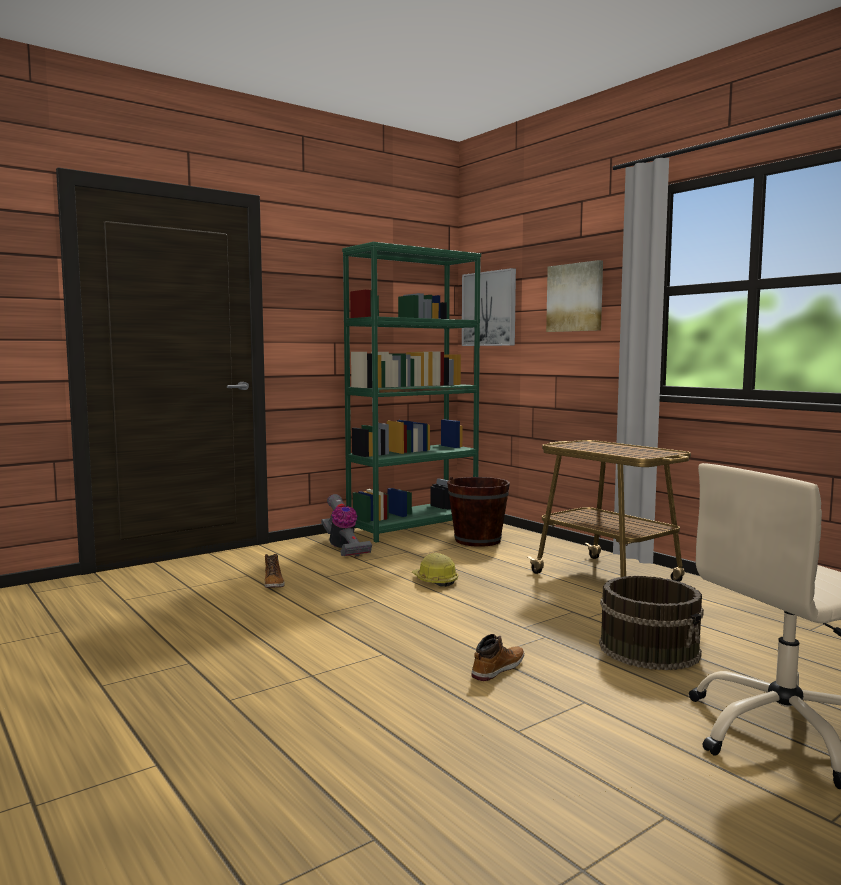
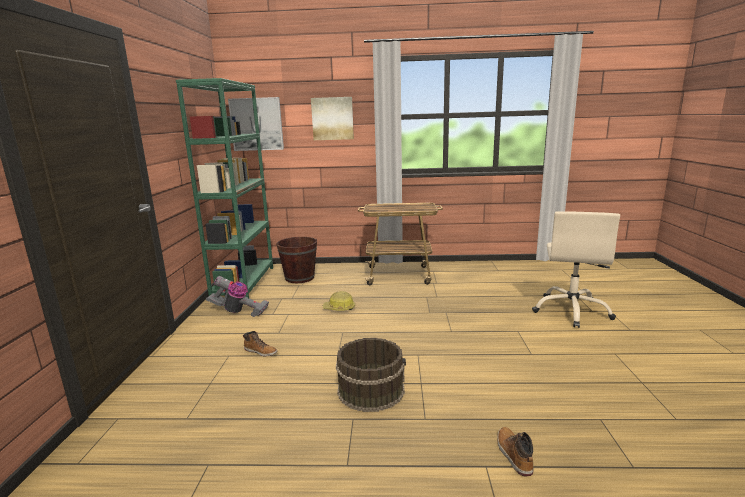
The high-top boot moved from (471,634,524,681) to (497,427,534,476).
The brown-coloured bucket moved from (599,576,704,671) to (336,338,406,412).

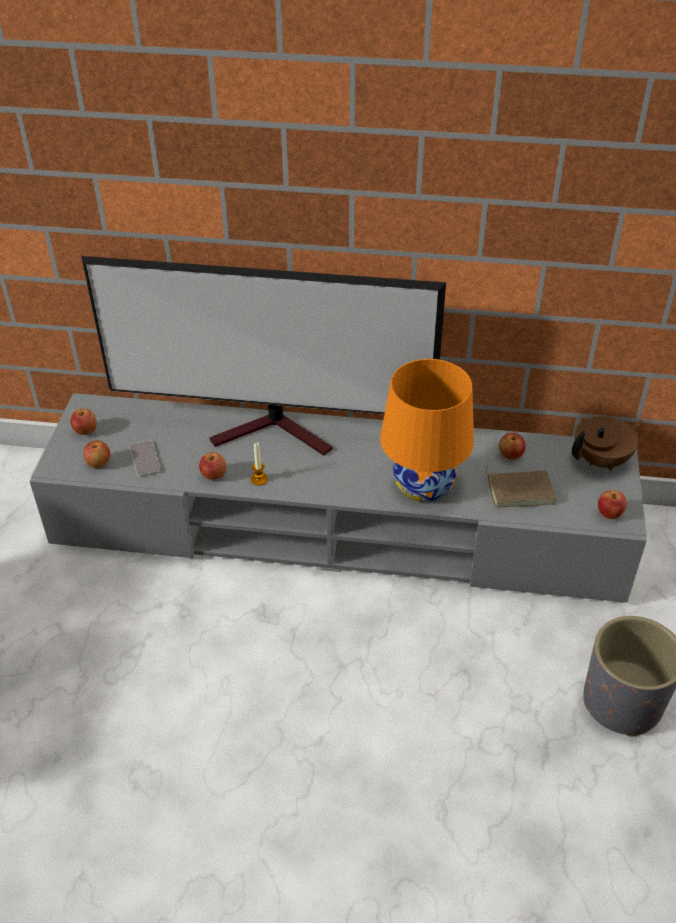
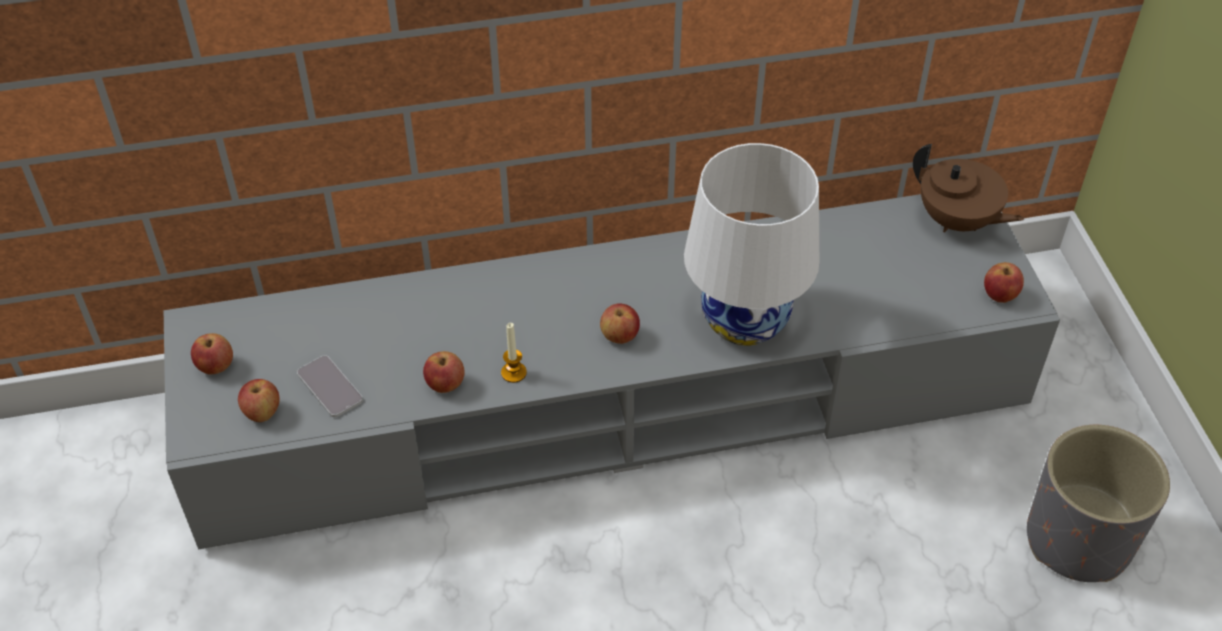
The TV set at (81,256,446,456) disappeared.
The orangey tabletop lamp at (380,359,474,502) became the whitish tabletop lamp at (684,143,819,346).
The brown-coloured book at (486,465,556,508) disappeared.
The apple fruit moved from (499,433,526,460) to (600,304,640,344).
The brown-coloured pot for tea at (572,416,645,470) turned 90 degrees clockwise.

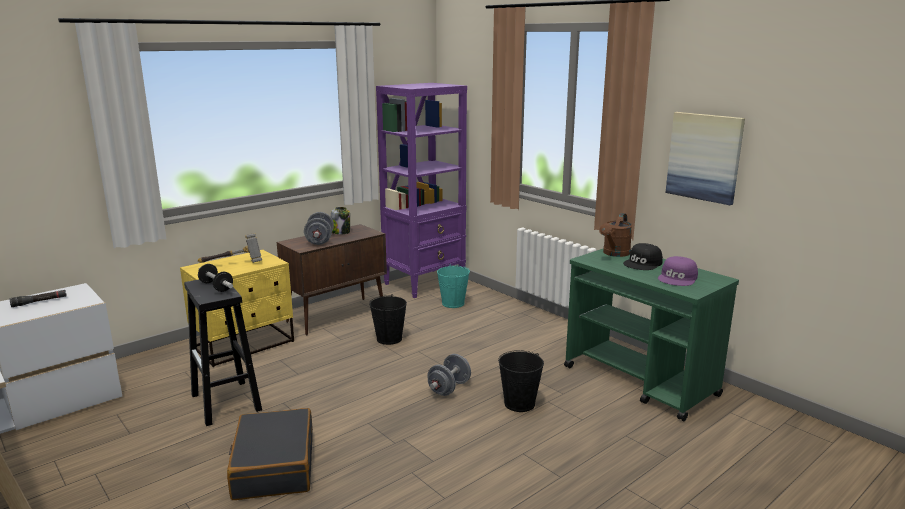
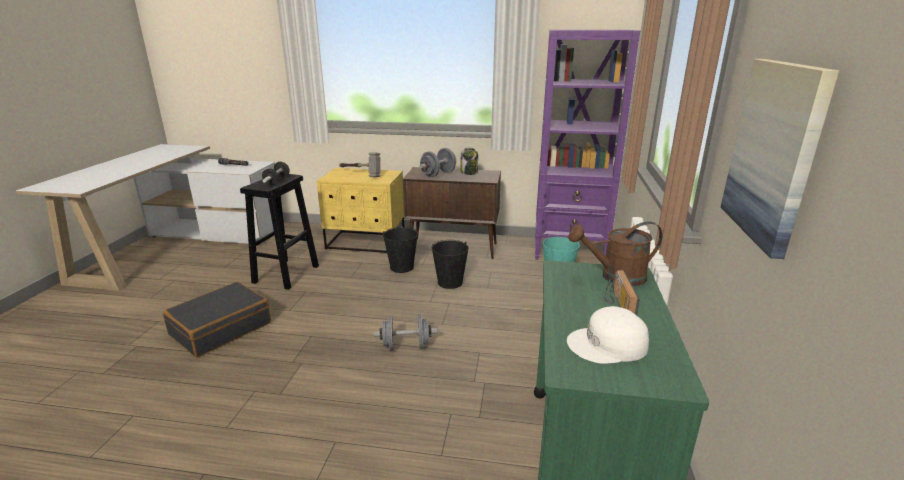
The black bucket moved from (498,350,544,412) to (383,227,418,273).
The black cap at (623,243,663,270) was replaced by the radio receiver at (605,270,640,315).
The purplish cap at (658,256,698,286) became the whitish cap at (567,306,649,364).

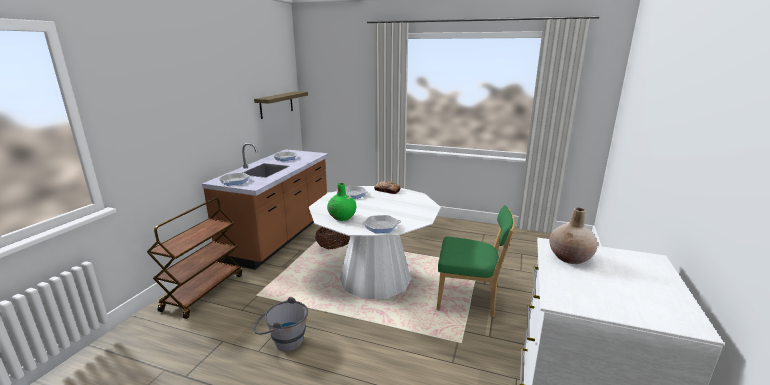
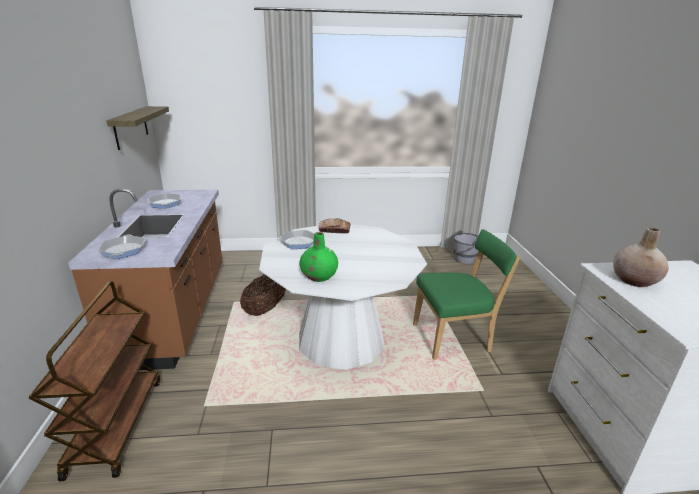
The greyish bucket moved from (254,297,308,351) to (445,230,478,264).
The pan at (361,215,401,233) disappeared.

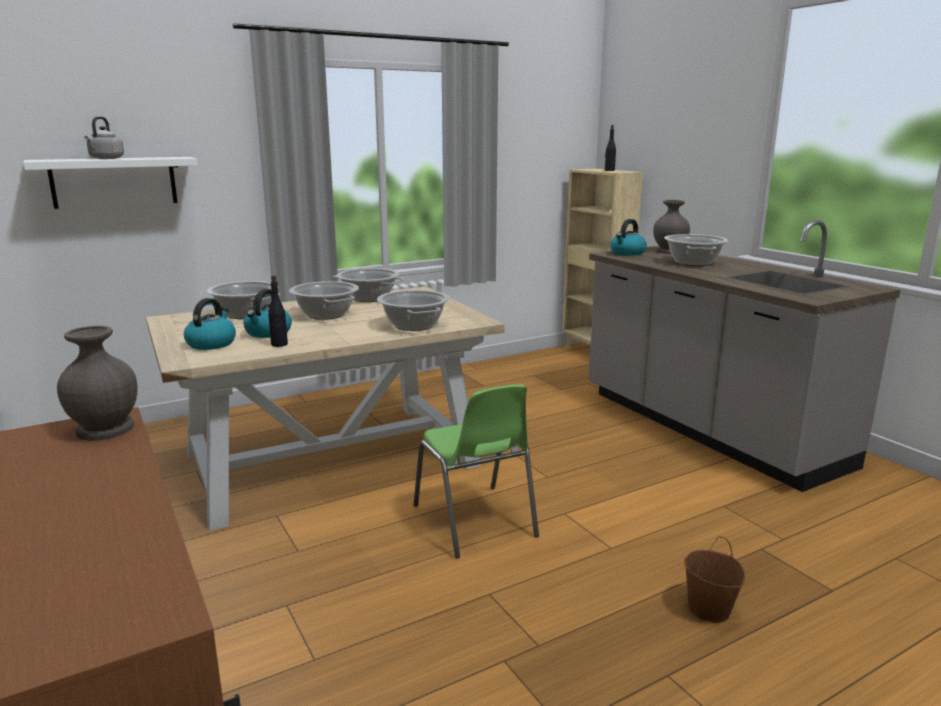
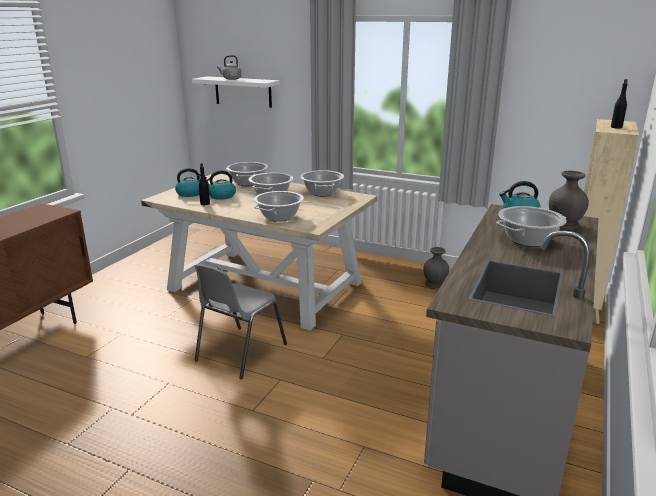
The greyish vase moved from (57,326,138,441) to (423,247,449,288).
The greenish plain chair at (414,384,539,558) became the greyish plain chair at (194,264,287,379).
The brown-coloured bucket at (684,536,745,623) disappeared.

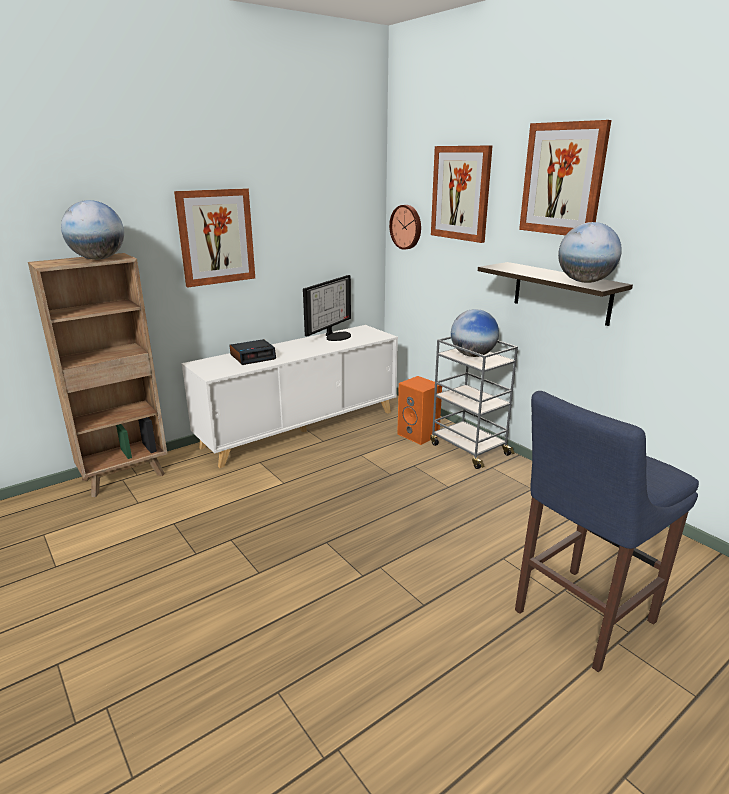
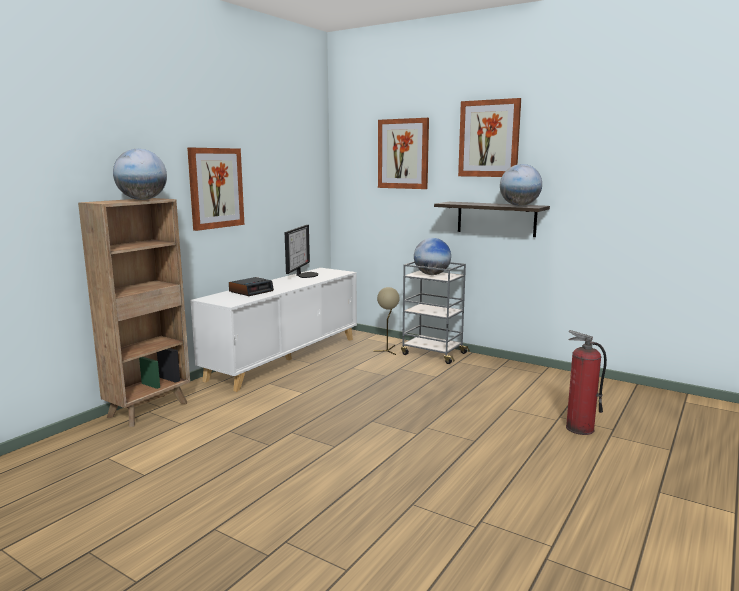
The wall clock at (389,205,421,250) disappeared.
The orangey speaker at (397,376,442,445) was replaced by the beige-coloured tabletop lamp at (373,287,400,355).
The blue sitting stool at (515,391,699,672) was replaced by the extinguisher at (566,330,607,435).

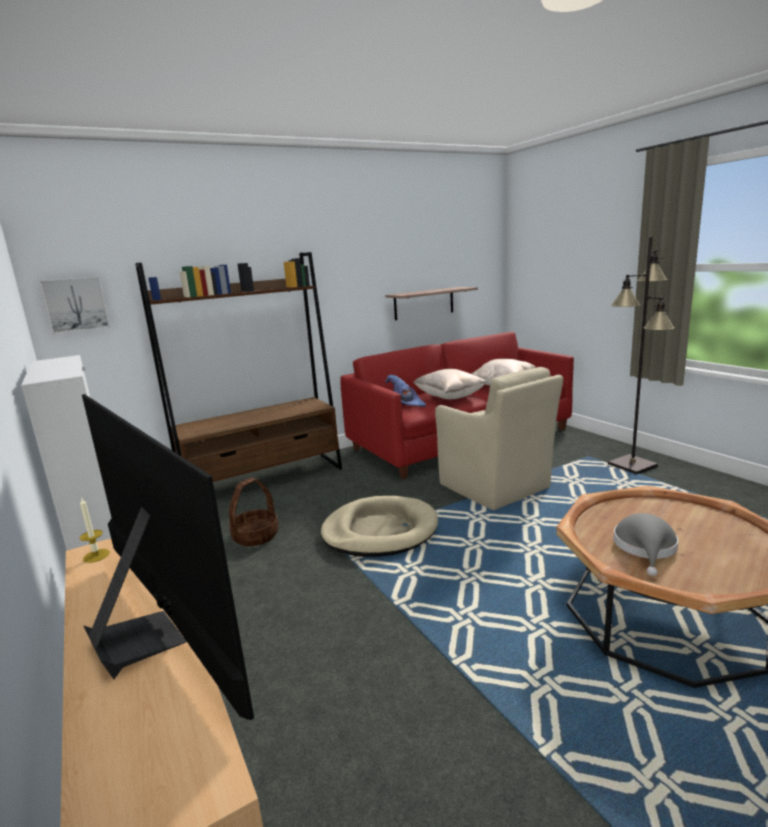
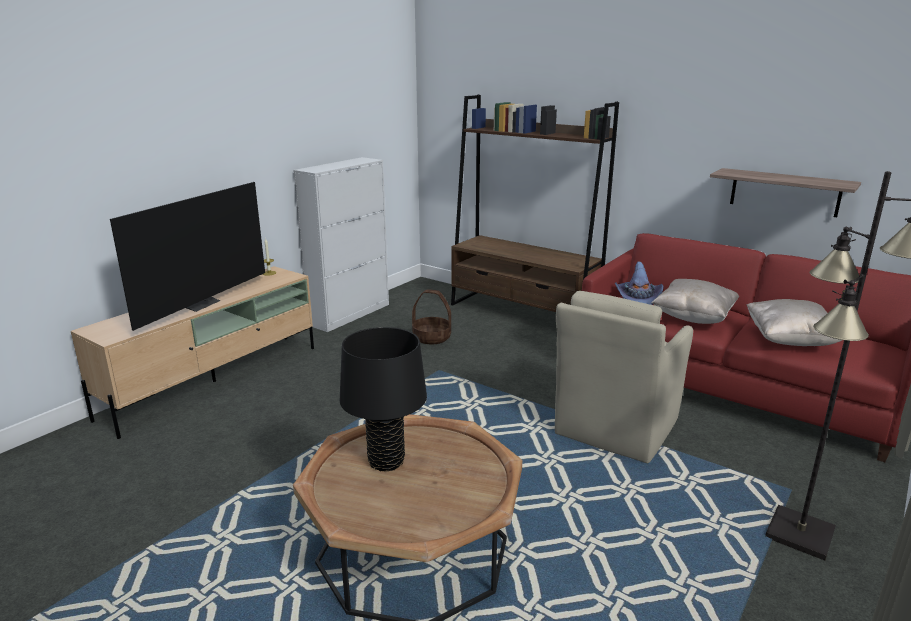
The wall art at (40,277,110,334) disappeared.
The beige-coloured pet bed at (321,496,438,557) disappeared.
The greyish wearable hat at (613,513,678,576) was replaced by the black tabletop lamp at (340,327,427,472).

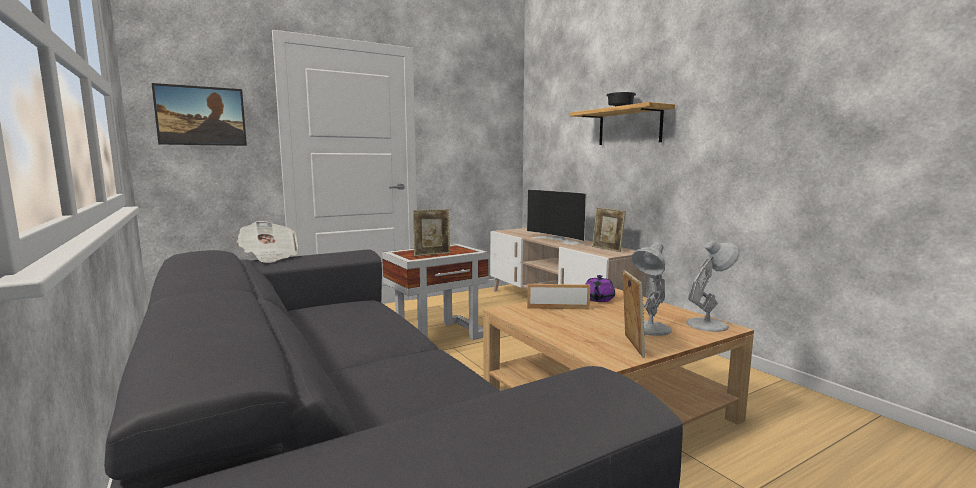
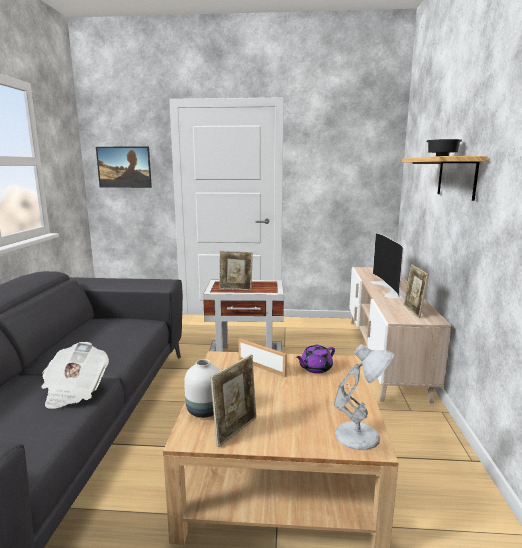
The printed paper moved from (237,221,298,263) to (41,342,109,409).
The whitish tabletop lamp at (632,242,671,336) disappeared.
The whitish vase at (184,359,220,418) appeared.

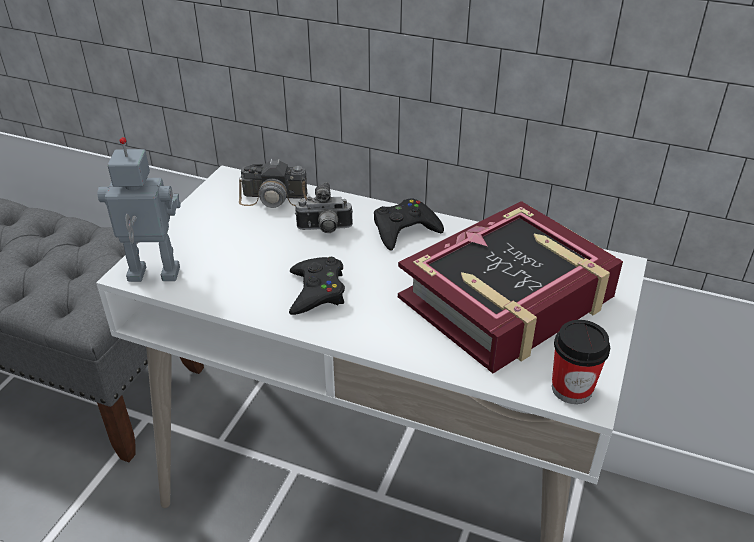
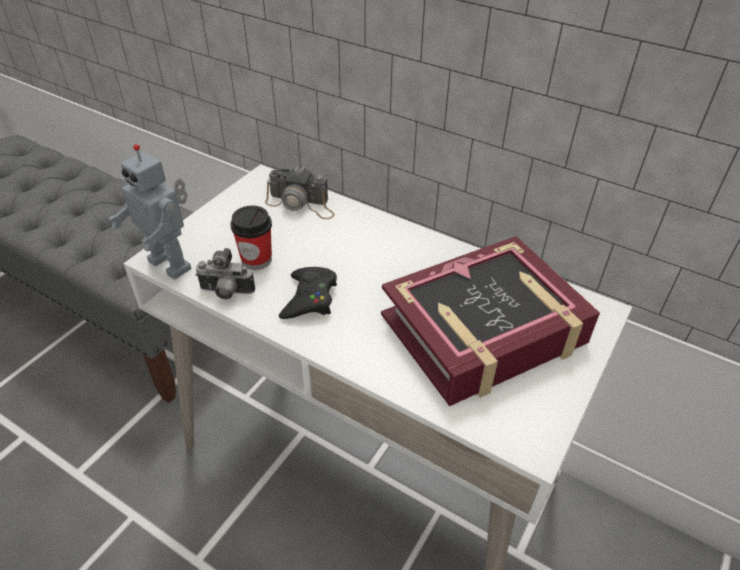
The toy robot at (98,137,181,282) turned 150 degrees counterclockwise.
The still camera moved from (295,182,353,233) to (195,248,255,300).
The black joypad at (374,198,444,251) disappeared.
The drinking cup moved from (552,320,610,404) to (230,206,272,270).

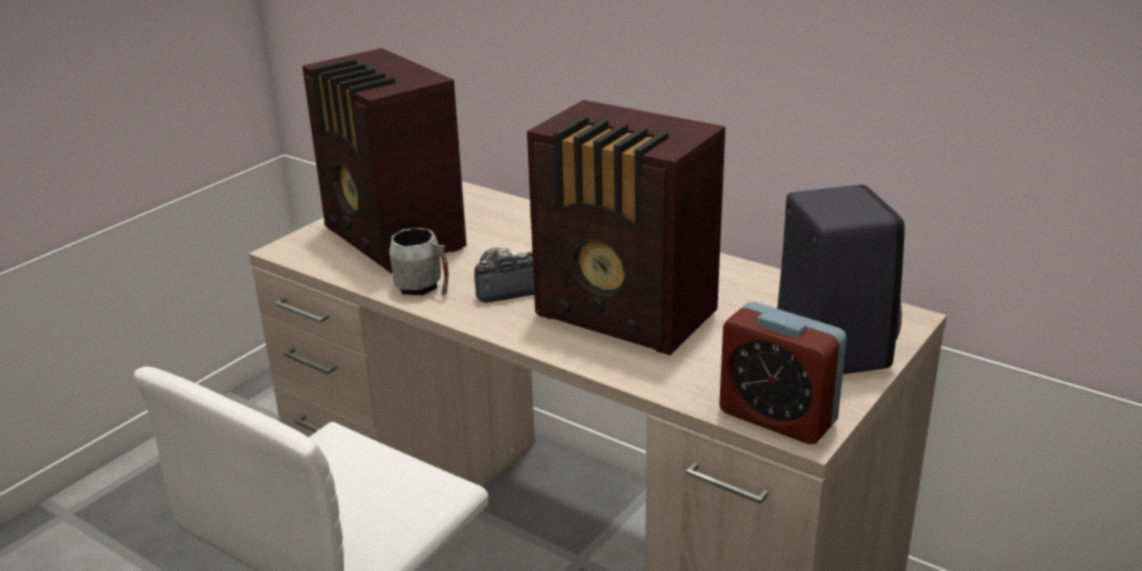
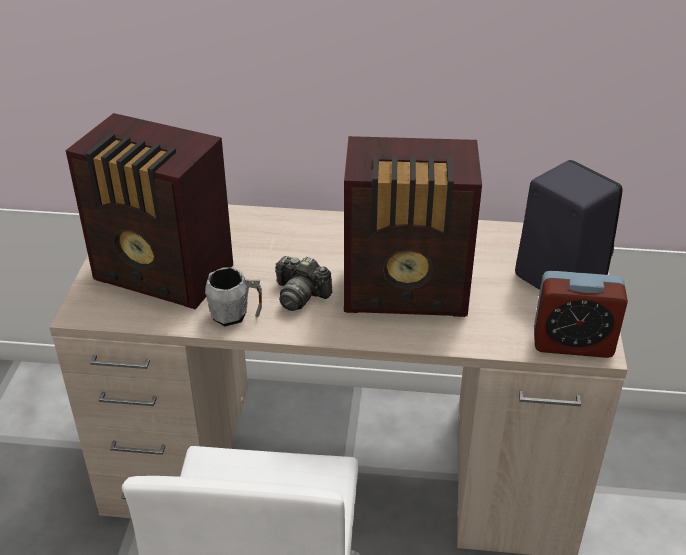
The still camera at (474,248,534,303) turned 105 degrees counterclockwise.

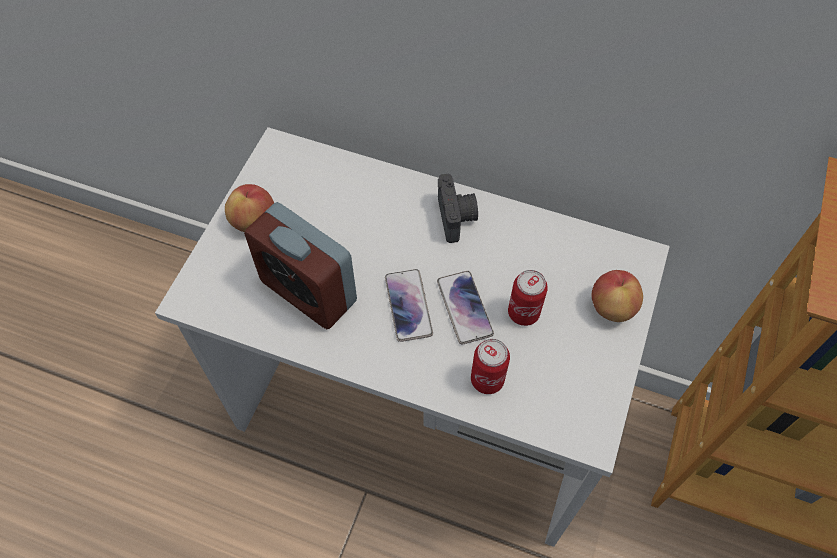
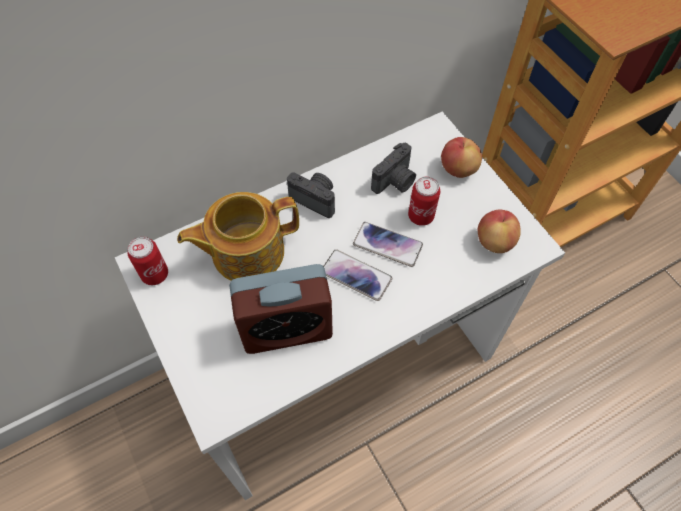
The apple fruit moved from (225,184,274,232) to (478,209,521,253).
The metal can moved from (471,339,510,394) to (127,236,168,285).
The pot for tea at (177,192,299,281) appeared.
The still camera at (371,143,416,194) appeared.

